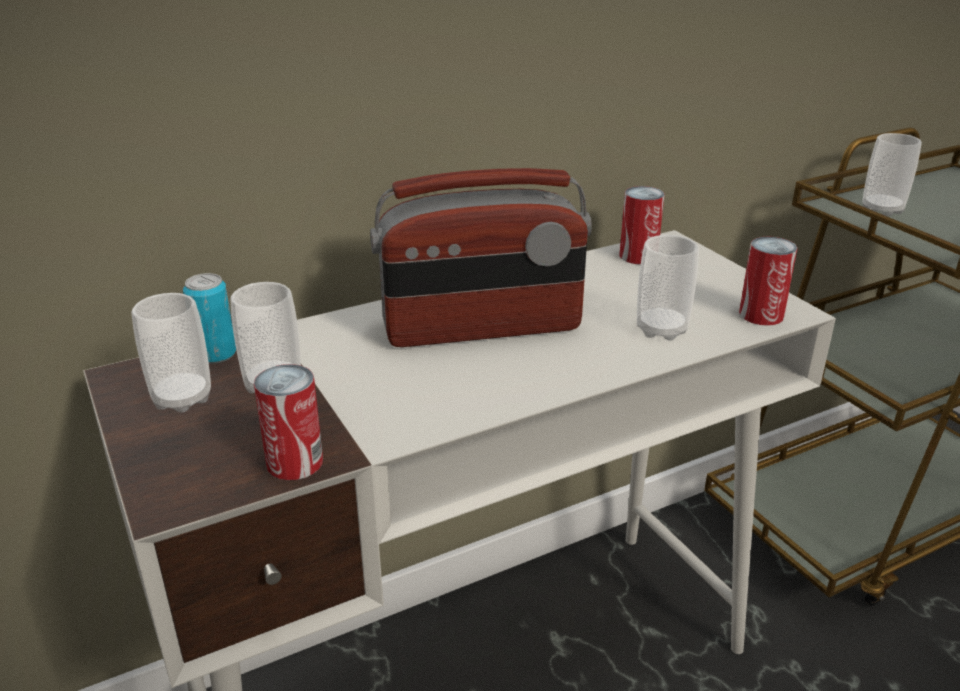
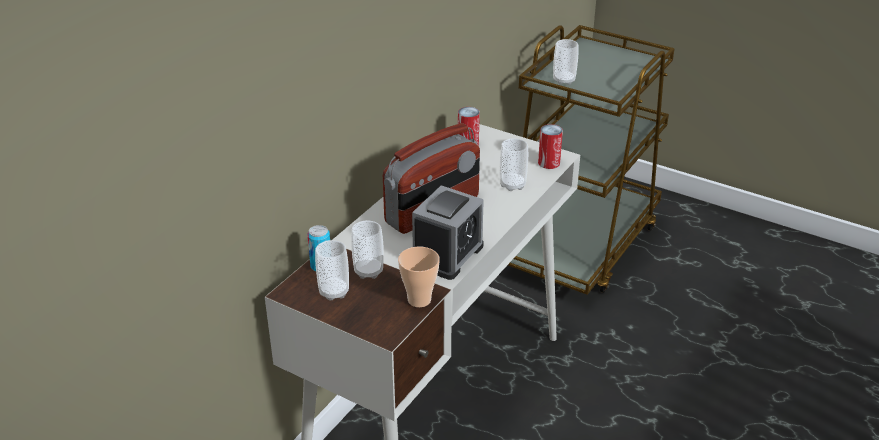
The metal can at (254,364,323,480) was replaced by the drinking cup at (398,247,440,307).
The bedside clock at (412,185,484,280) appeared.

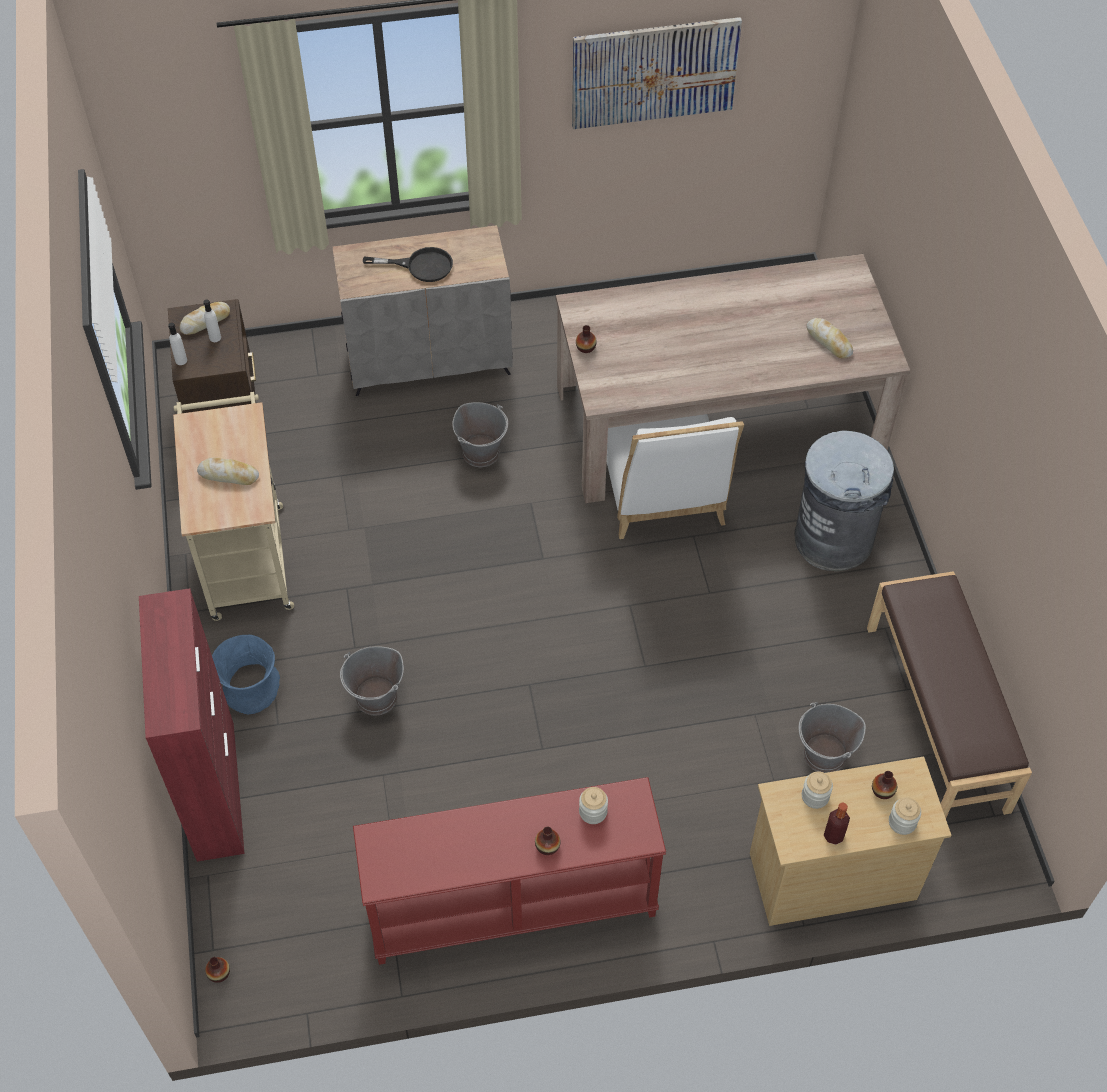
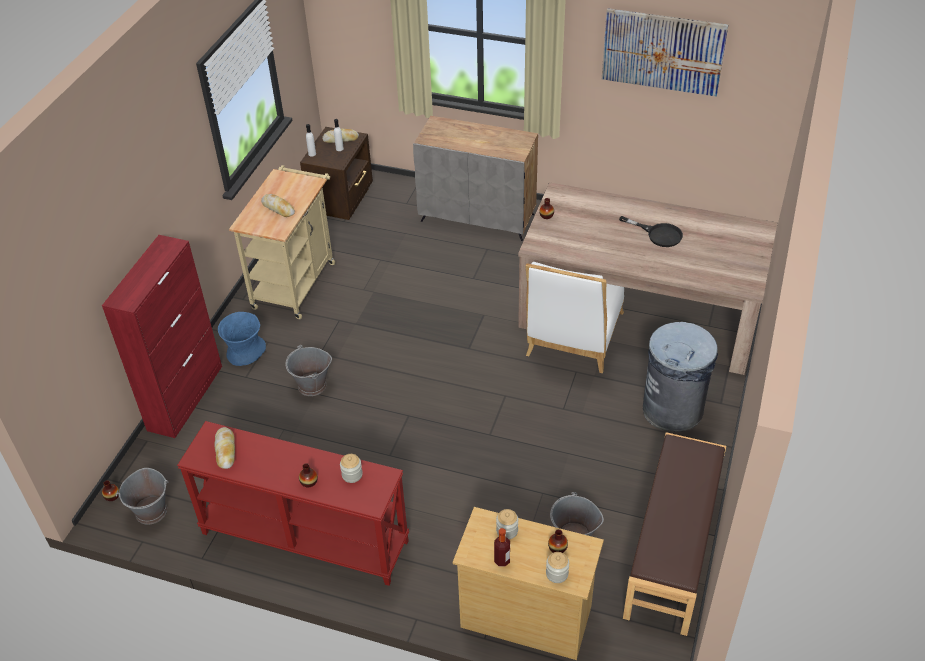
The black pan moved from (363,247,453,282) to (619,216,683,247).
The greyish bucket moved from (452,402,508,467) to (116,468,168,525).
The baked bread moved from (806,318,853,358) to (214,427,235,469).

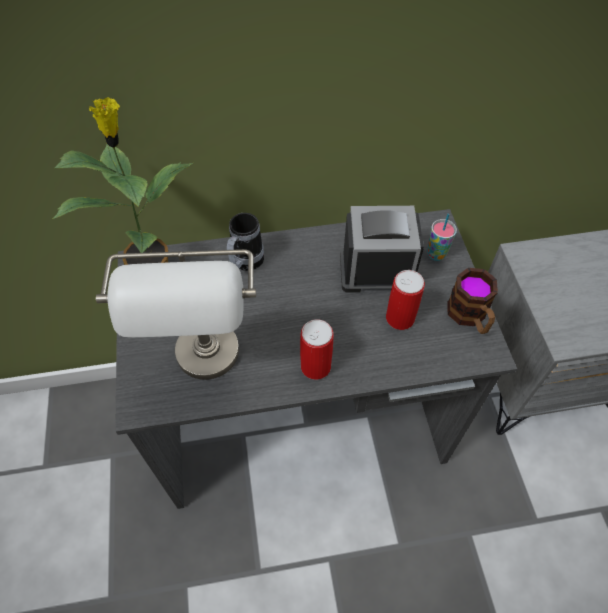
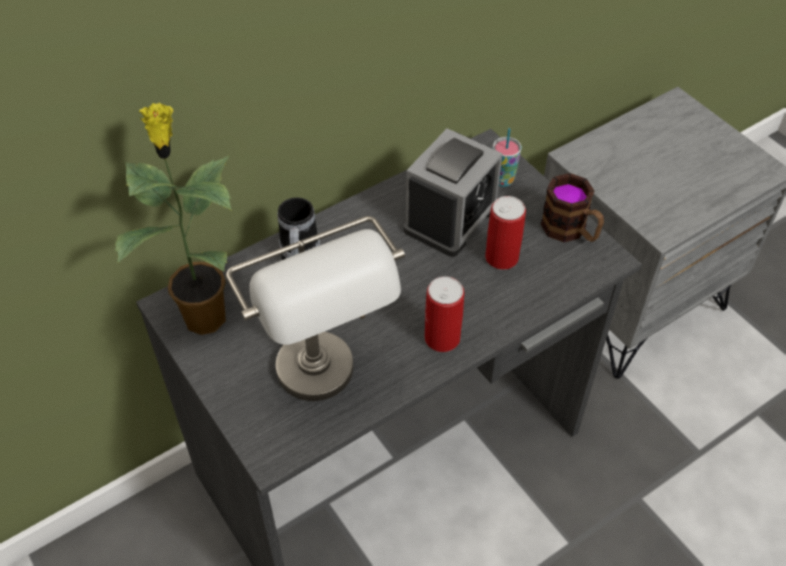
The bedside clock at (340,206,424,293) turned 150 degrees clockwise.

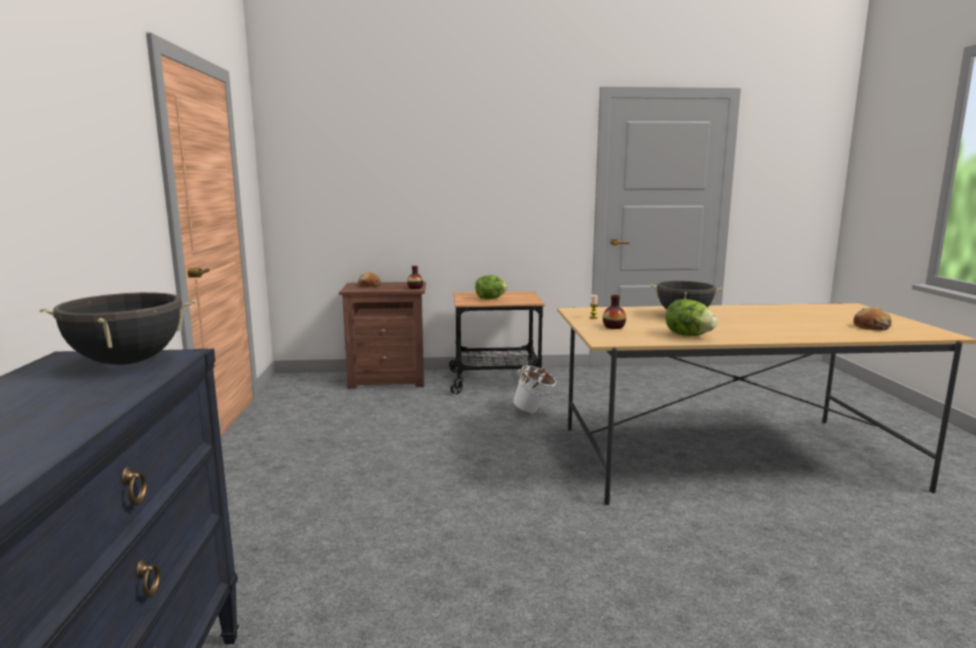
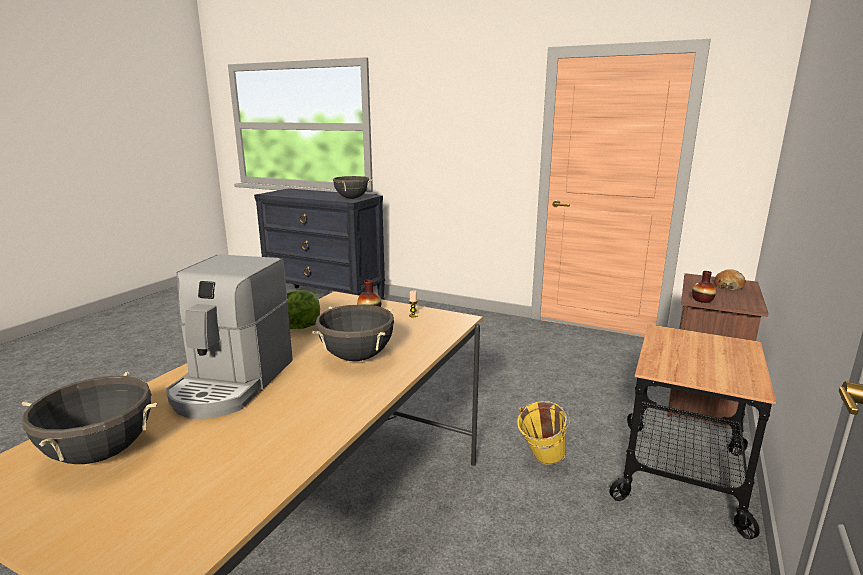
The head of lettuce at (475,275,508,299) disappeared.
The whitish bucket at (512,365,556,414) became the yellowish bucket at (517,401,570,465).
The baked bread at (853,307,892,330) was replaced by the black cooking pot at (21,372,158,464).
The coffee machine at (166,254,293,419) appeared.

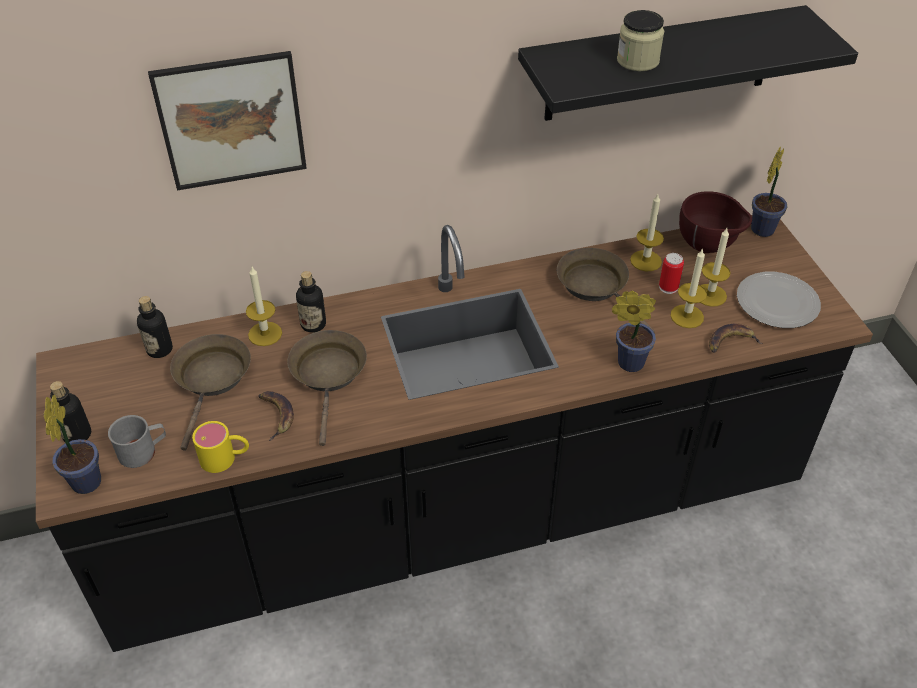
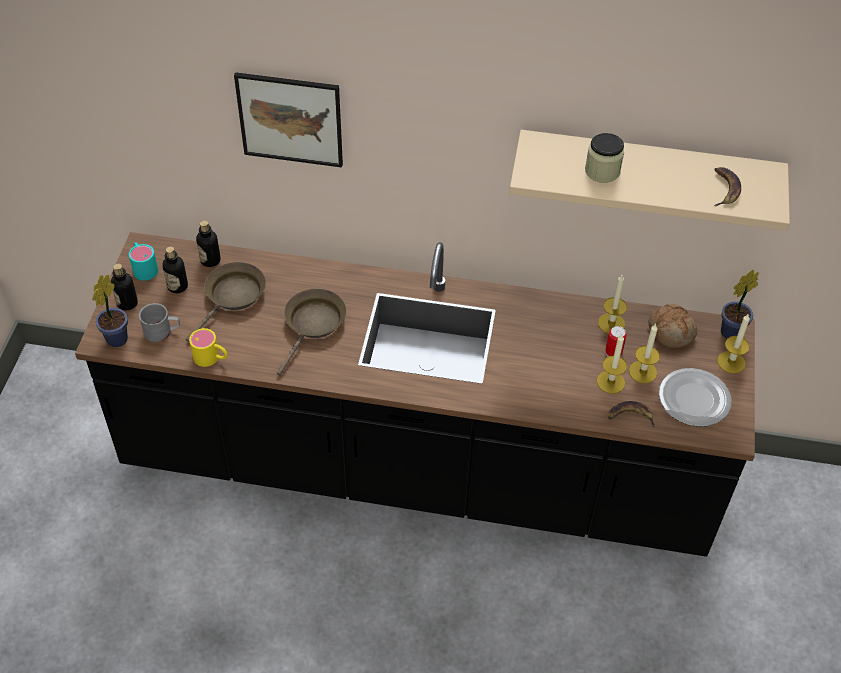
The wax light moved from (246,267,282,346) to (717,314,750,374).
The banana fruit moved from (258,391,294,441) to (714,167,741,207).
The drink bottle moved from (296,271,326,333) to (162,246,188,293).
The black wall shelf at (518,5,858,121) became the beige-coloured wall shelf at (509,130,790,231).
The brown-coloured pan at (557,248,655,333) disappeared.
The potted plant at (612,291,656,372) disappeared.
The brown-coloured deep dish at (679,191,752,253) was replaced by the baked bread at (648,304,697,348).
The turquoise tea mug at (129,242,158,281) appeared.

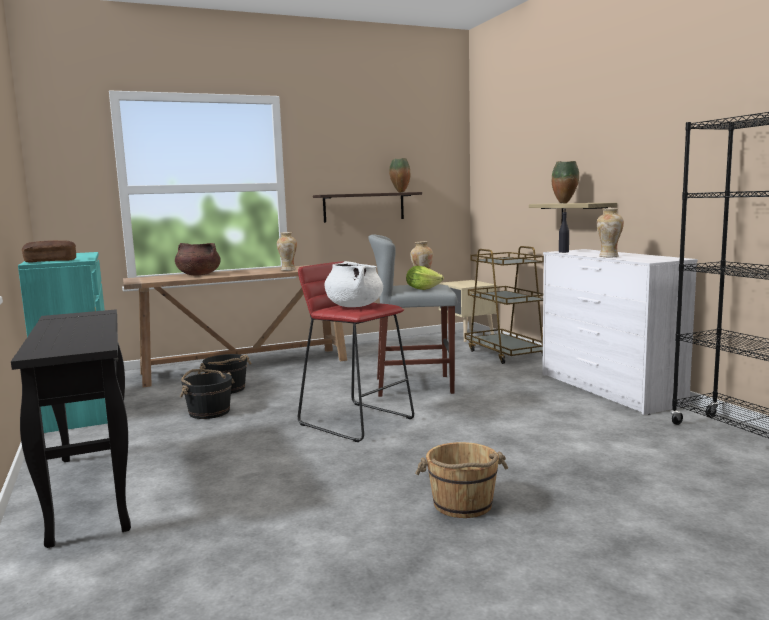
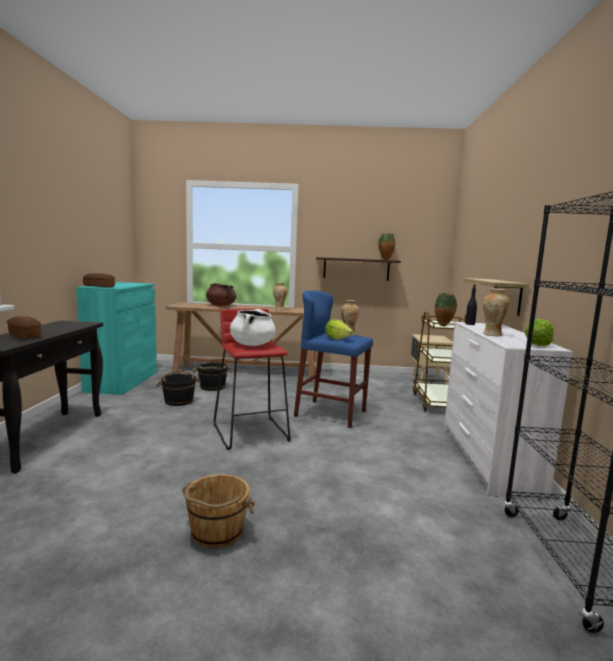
The greyish sitting stool at (368,234,457,397) became the blue sitting stool at (294,291,373,428).
The vase moved from (552,161,579,203) to (435,293,457,326).
The baked bread at (7,316,41,338) appeared.
The head of lettuce at (525,319,554,346) appeared.

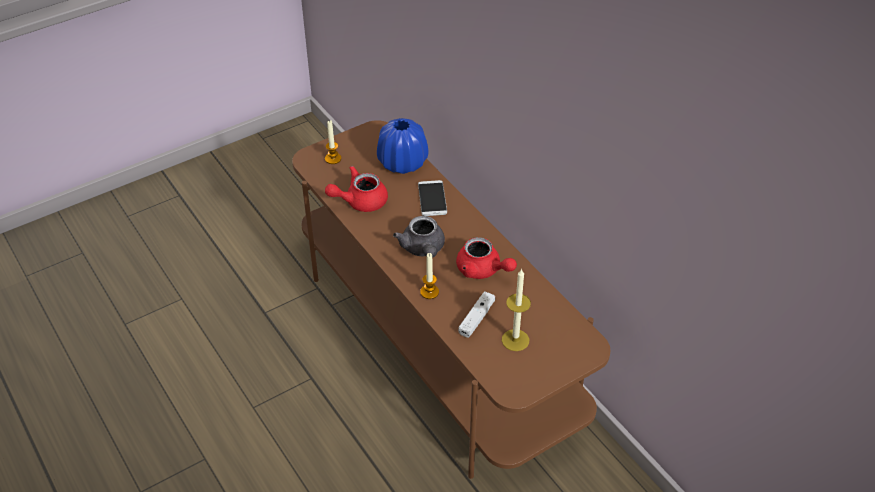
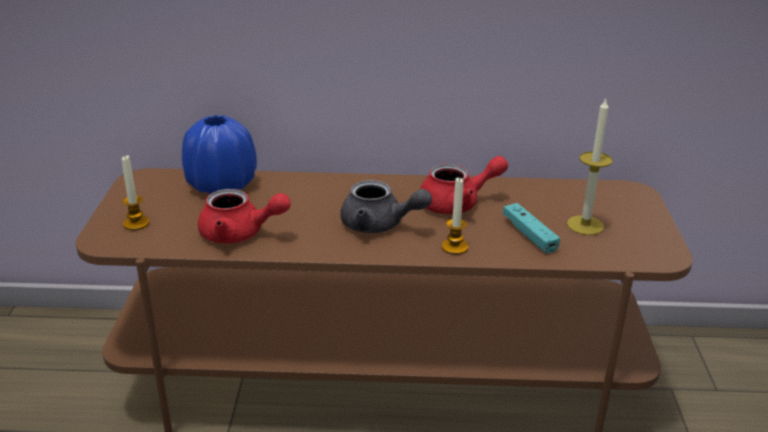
The red-coloured pot for tea at (325,166,388,212) turned 90 degrees counterclockwise.
The handset at (418,180,447,216) disappeared.
The whitish joypad at (458,291,495,338) became the turquoise joypad at (503,203,560,253).

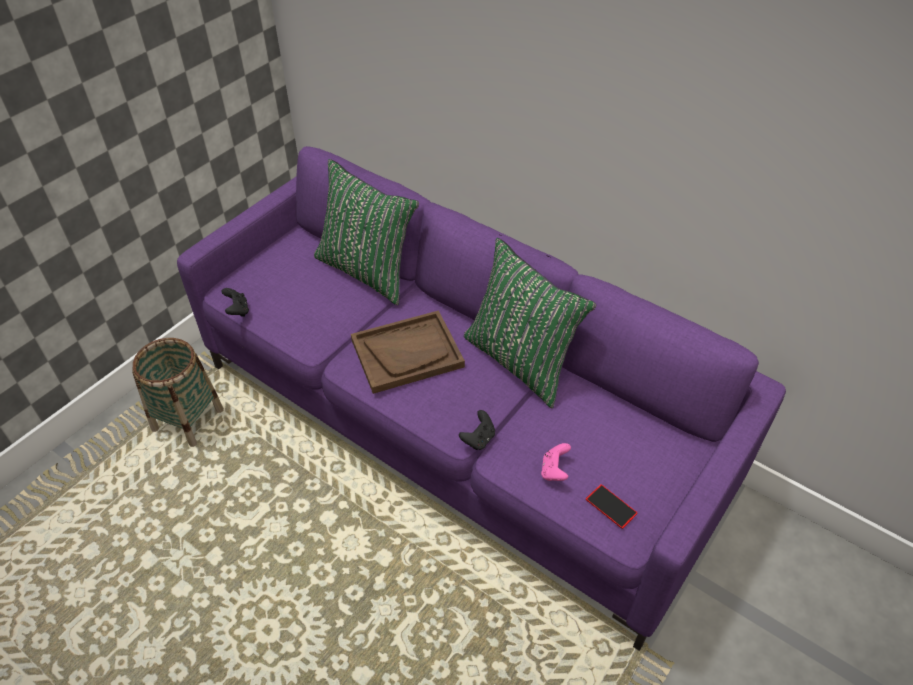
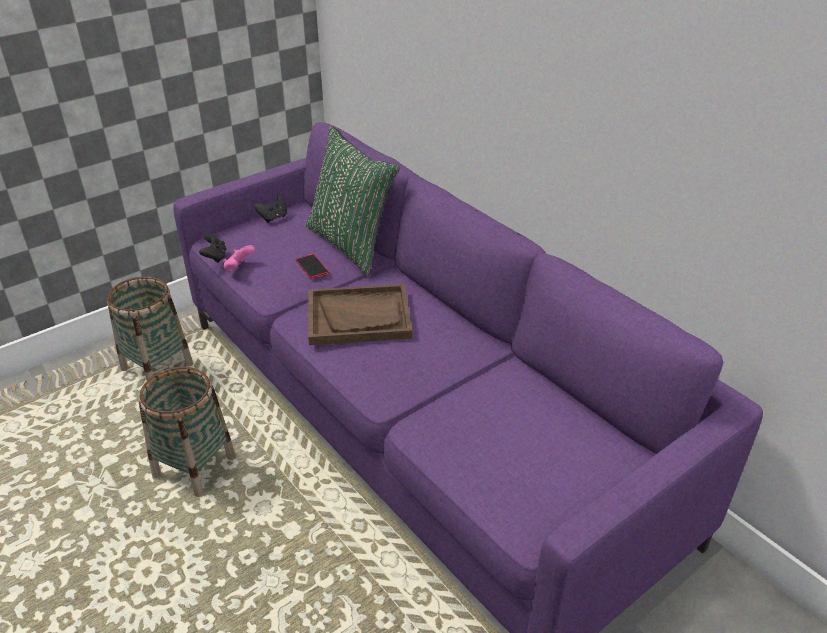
The black joypad moved from (459,410,495,450) to (254,195,287,223).
The greenish pillow at (464,238,596,408) disappeared.
The pink joypad moved from (541,443,571,481) to (223,245,255,272).
The handset moved from (586,484,638,529) to (296,254,329,278).
The household basket at (139,367,236,497) appeared.

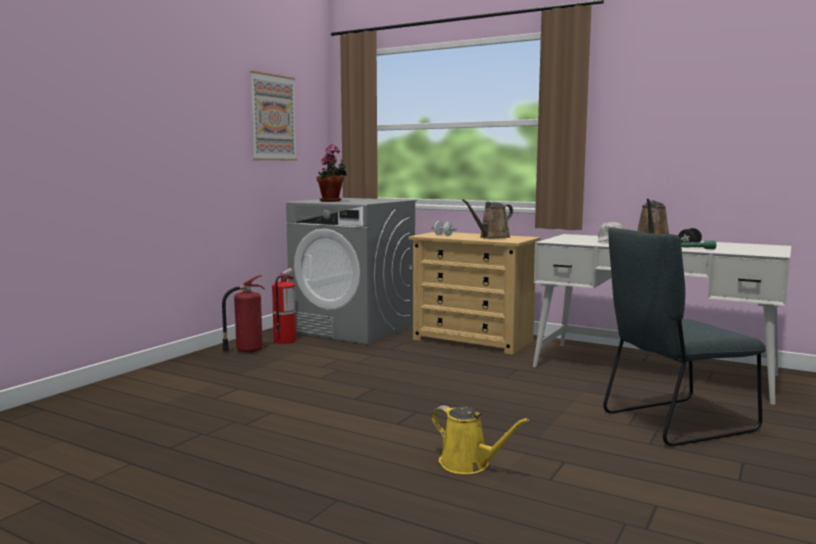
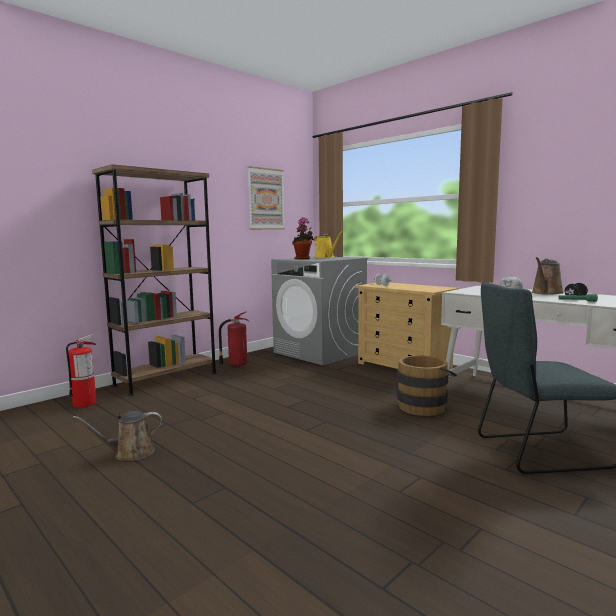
The extinguisher moved from (272,268,296,344) to (66,334,97,408).
The yellowish watering can moved from (431,405,529,474) to (314,231,343,258).
The brown-coloured watering can moved from (462,199,513,239) to (72,411,162,461).
The brown-coloured bookcase at (92,164,217,396) appeared.
The brown-coloured bucket at (397,356,457,416) appeared.

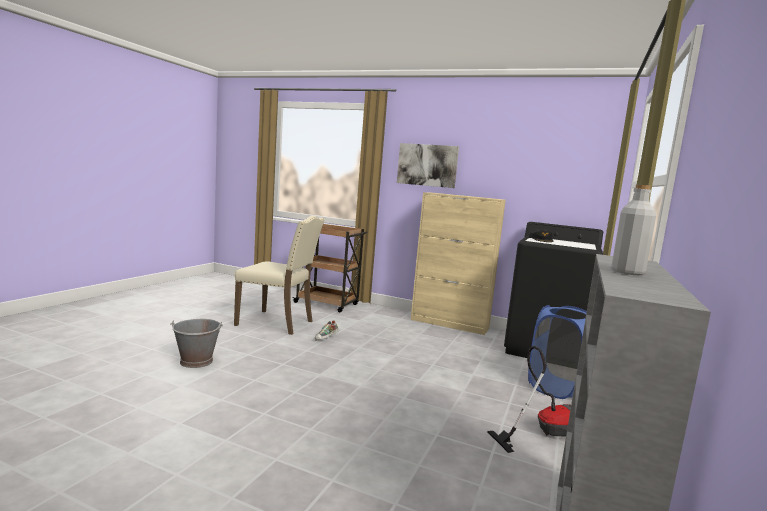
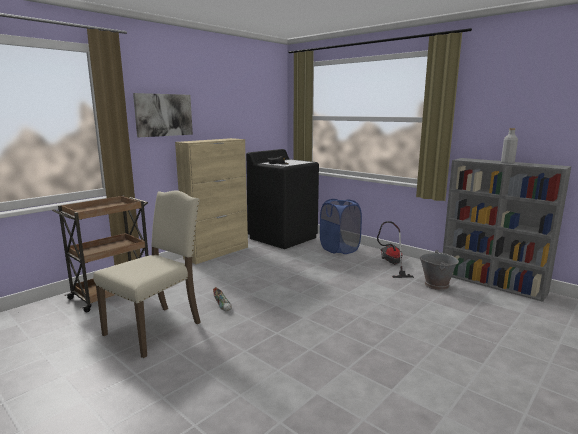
The greyish bucket moved from (170,319,223,368) to (419,250,459,290).

